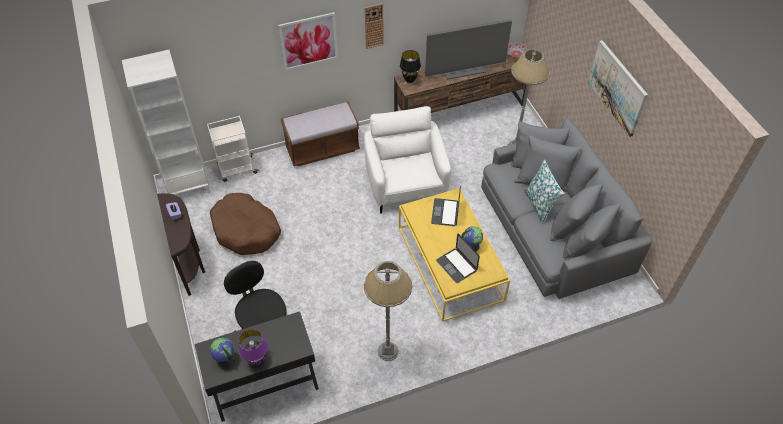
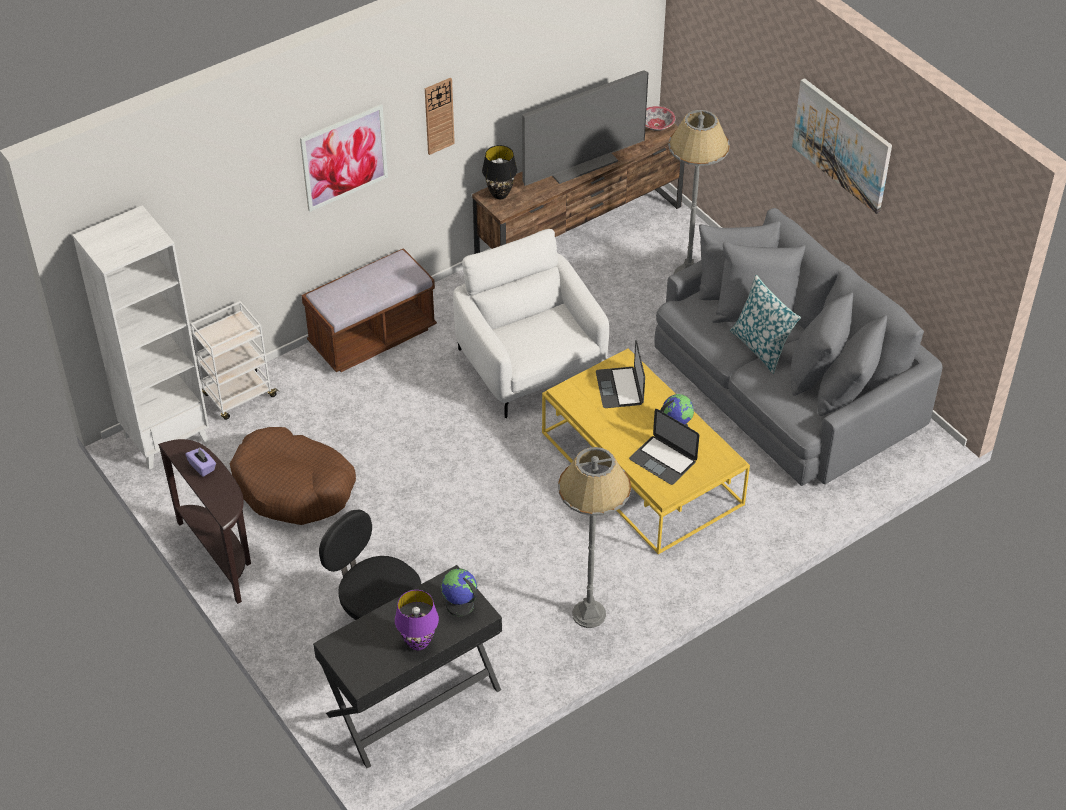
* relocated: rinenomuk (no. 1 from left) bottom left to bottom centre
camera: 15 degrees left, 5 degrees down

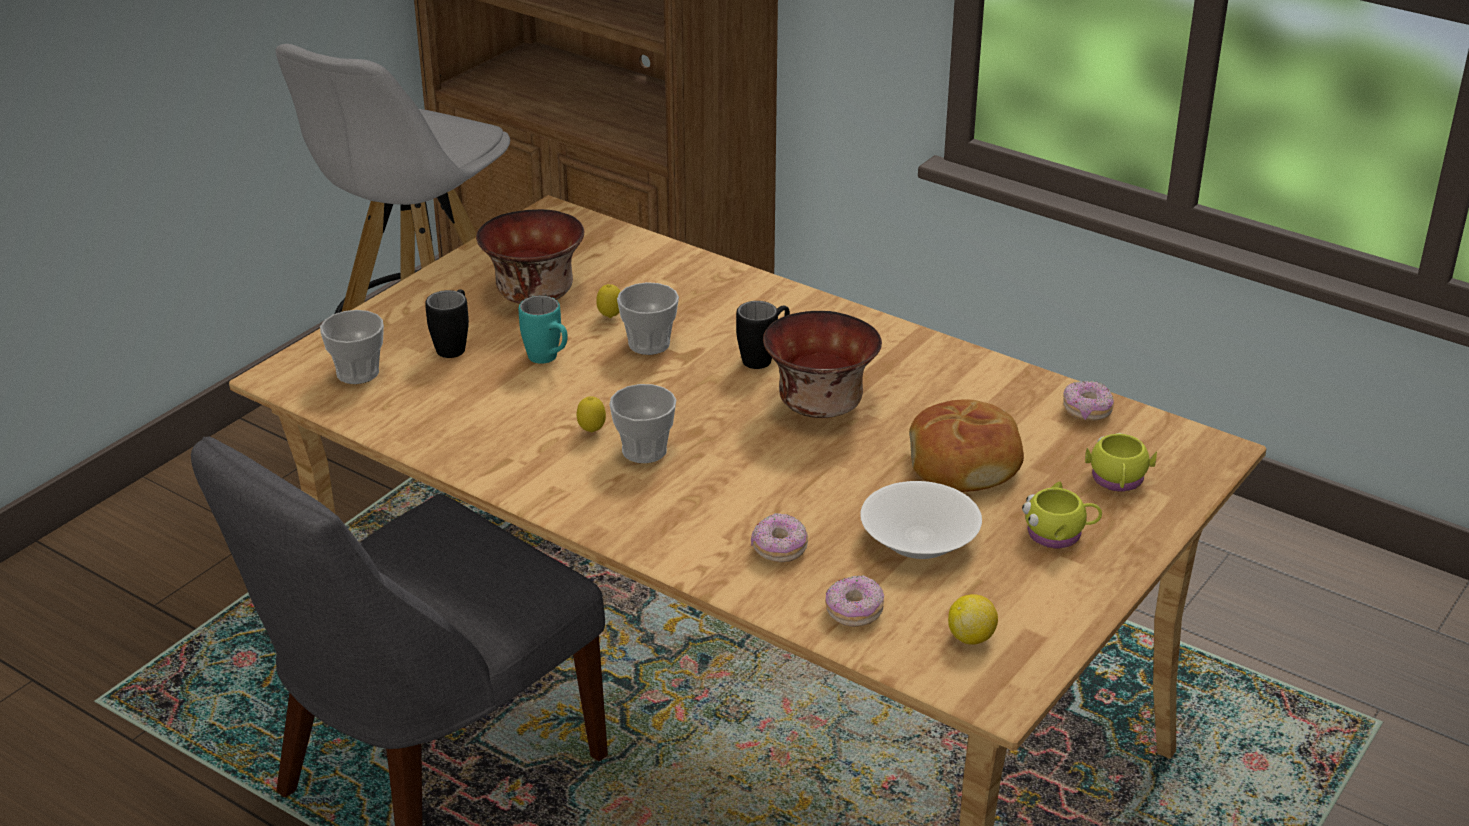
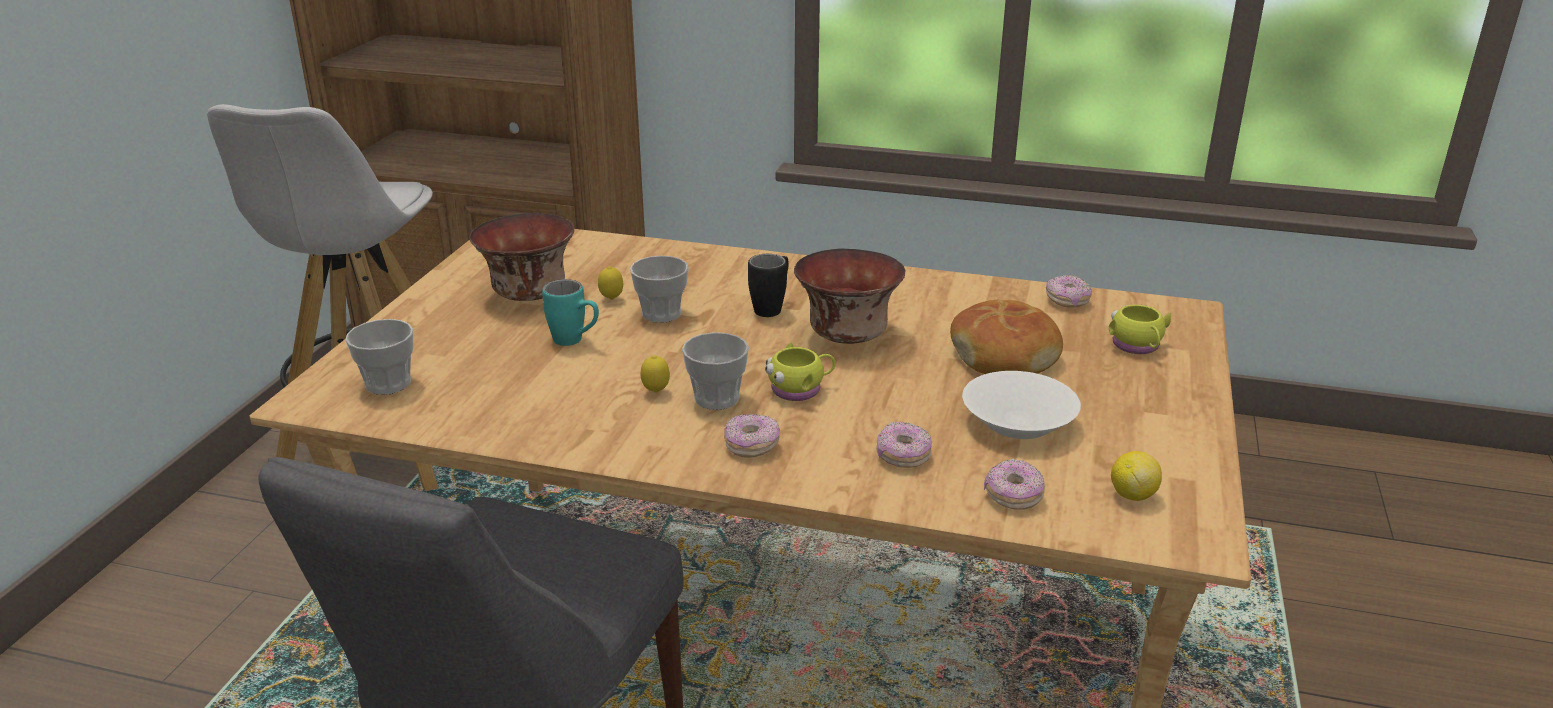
* missing: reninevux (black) (no. 1 from left) middle left
* relocated: reninevux (yellow) (no. 1 from left) middle right to centre
* appeared: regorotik (no. 1 from left) centre
camera: 20 degrees left, 5 degrees down

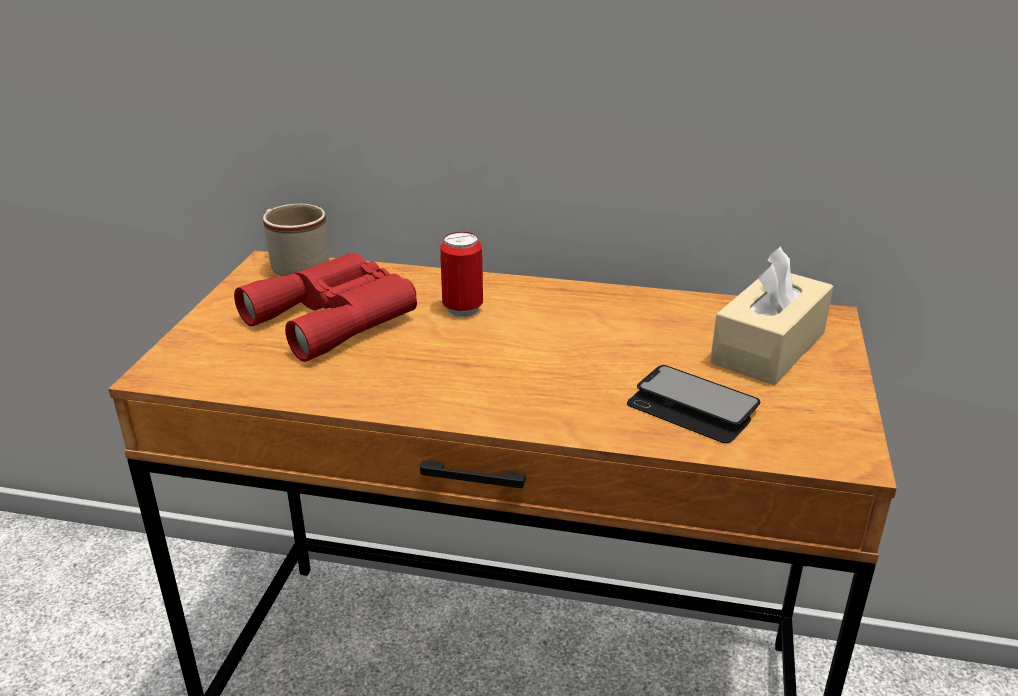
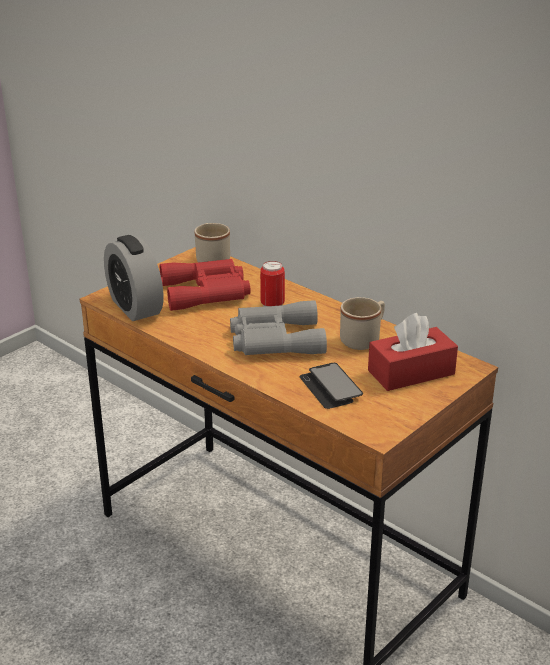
* colour: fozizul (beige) middle right to fozizul (red) middle right
* appeared: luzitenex middle left
* appeared: reninevux (beige) (no. 2 from left) centre
* appeared: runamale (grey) centre
camera: 30 degrees right, 0 degrees up

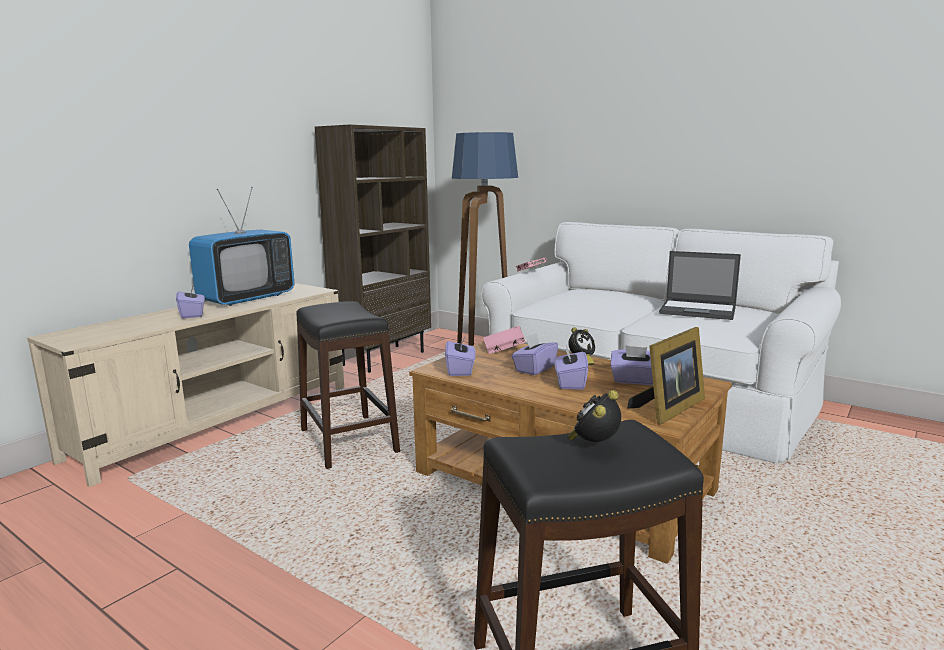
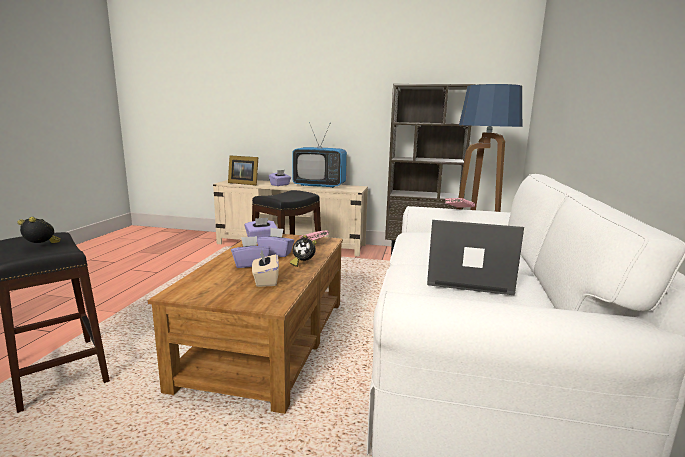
* spun: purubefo middle right = middle right 105 degrees clockwise
* relocated: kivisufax middle right to centre
* colour: fozizul (purple) (no. 5 from left) middle right to fozizul (beige) centre
camera: 65 degrees right, 0 degrees up

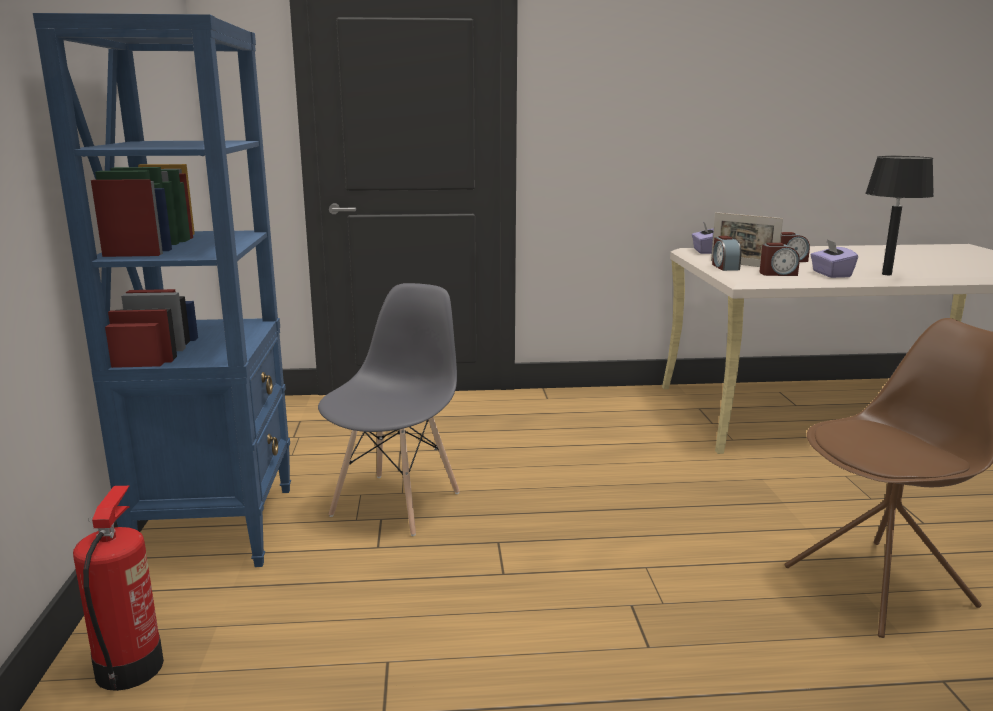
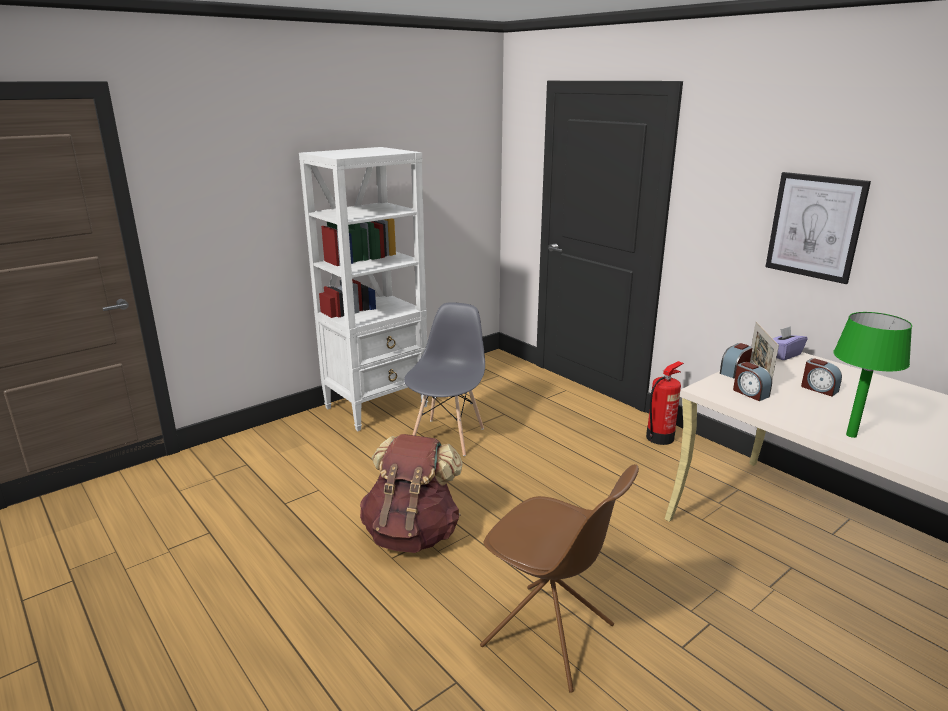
* colour: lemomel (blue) middle left to lemomel (white) centre
* colour: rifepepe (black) top right to rifepepe (green) middle right
* missing: fozizul (purple) (no. 2 from left) middle right
* spun: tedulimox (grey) centre = centre 60 degrees counterclockwise
* relocated: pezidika bottom left to middle right
* appeared: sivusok top right
* appeared: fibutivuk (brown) bottom centre
camera: 55 degrees right, 5 degrees up

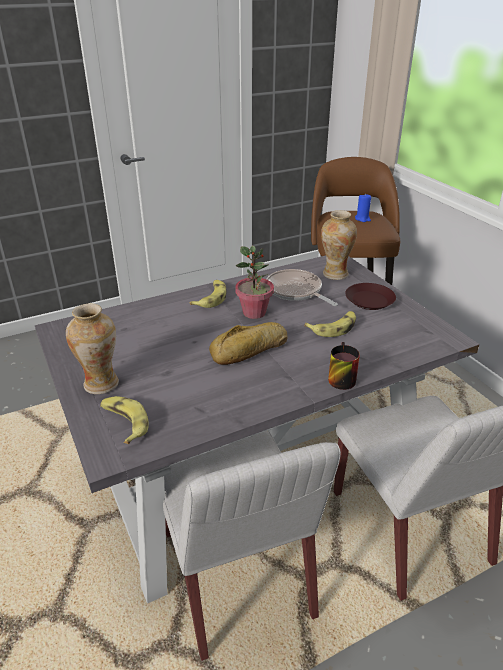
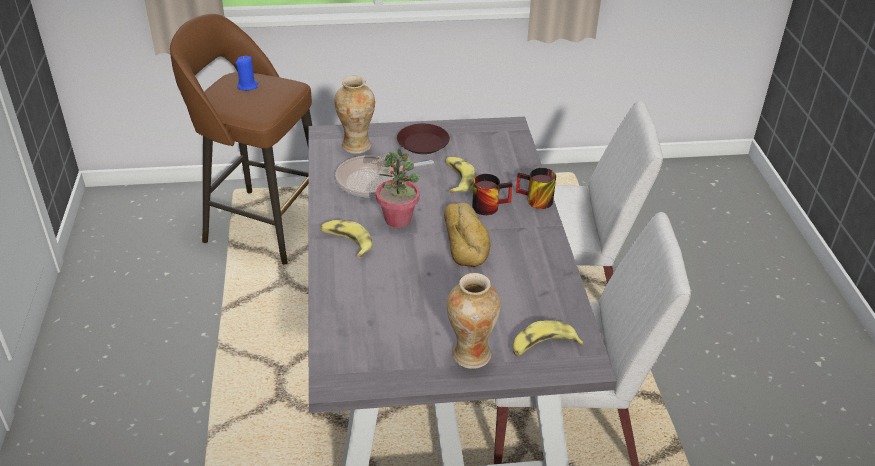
* appeared: reninevux (no. 1 from left) centre
camera: 70 degrees left, 5 degrees up

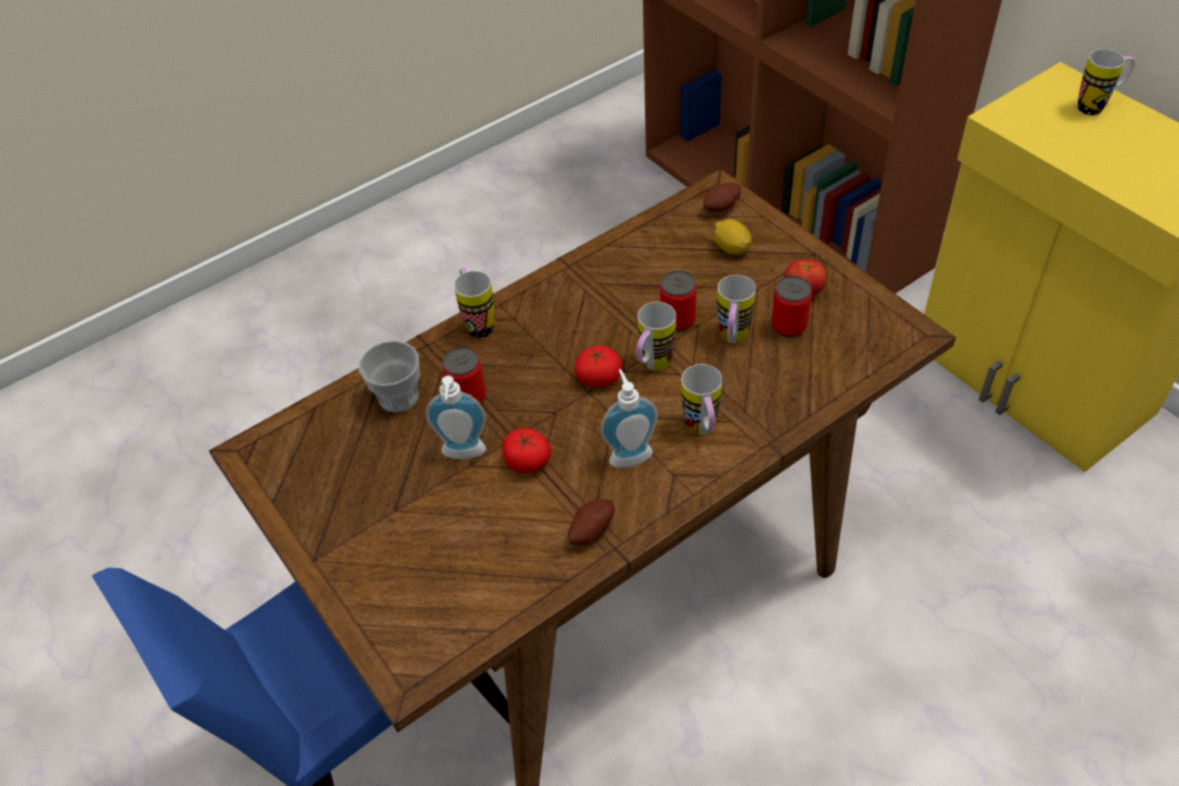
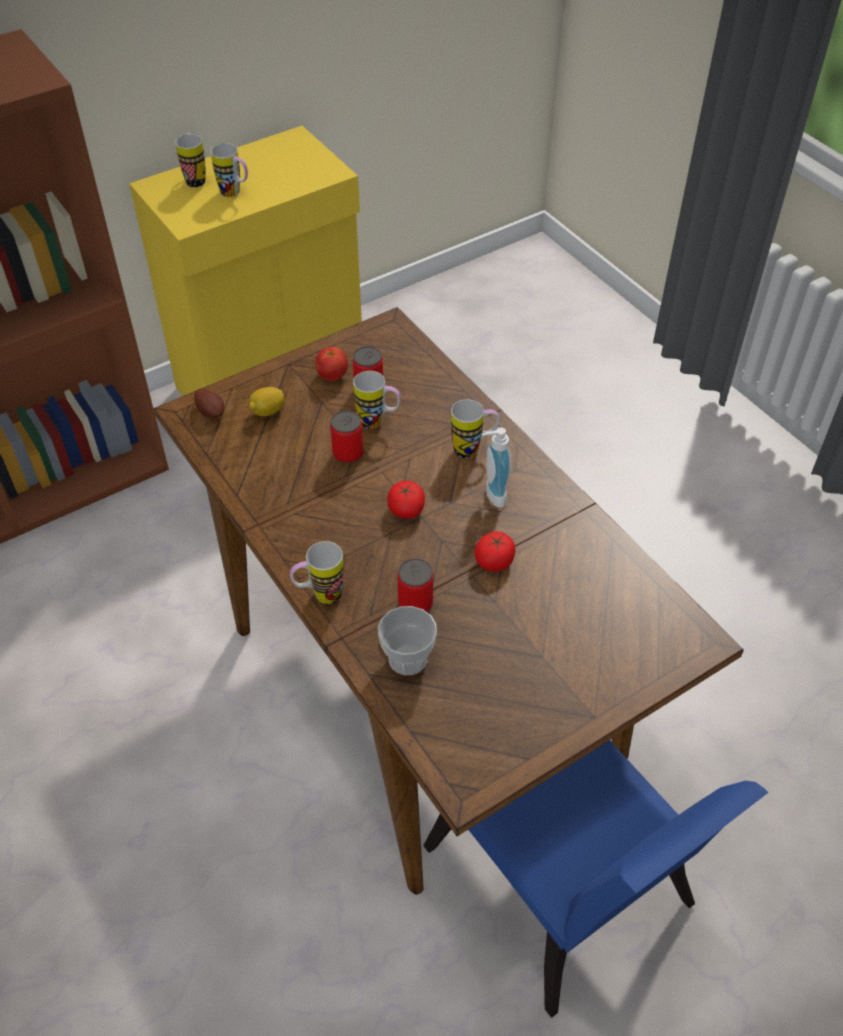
* relocated: reninevux (no. 2 from left) centre to top left
* missing: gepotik (no. 1 from left) centre
* missing: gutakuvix (no. 1 from left) centre
camera: 90 degrees left, 0 degrees up

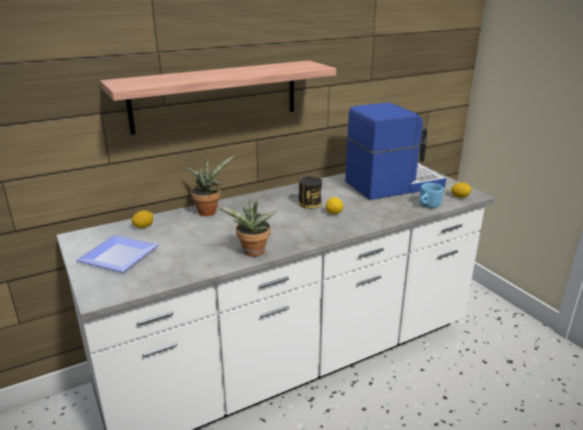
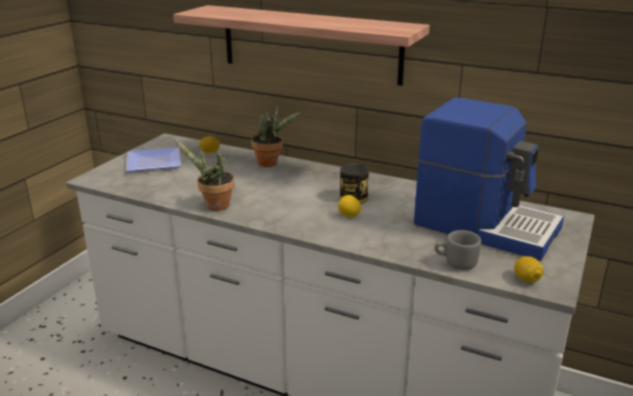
* colour: reninevux (blue) middle right to reninevux (grey) middle right
camera: 55 degrees right, 0 degrees up

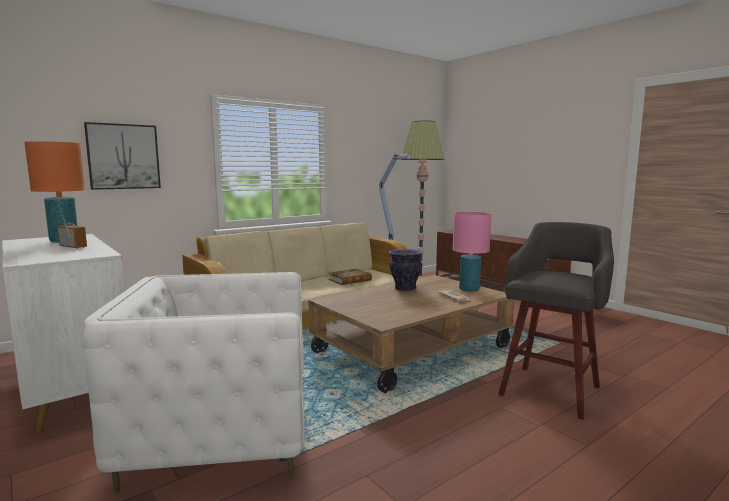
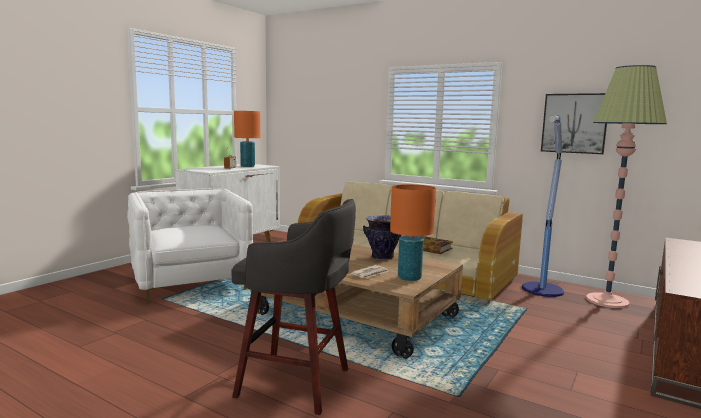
* relocated: sivusok top left to top right
* colour: rifepepe (pink) centre to rifepepe (orange) (no. 2 from left) centre
camera: 70 degrees right, 0 degrees up

